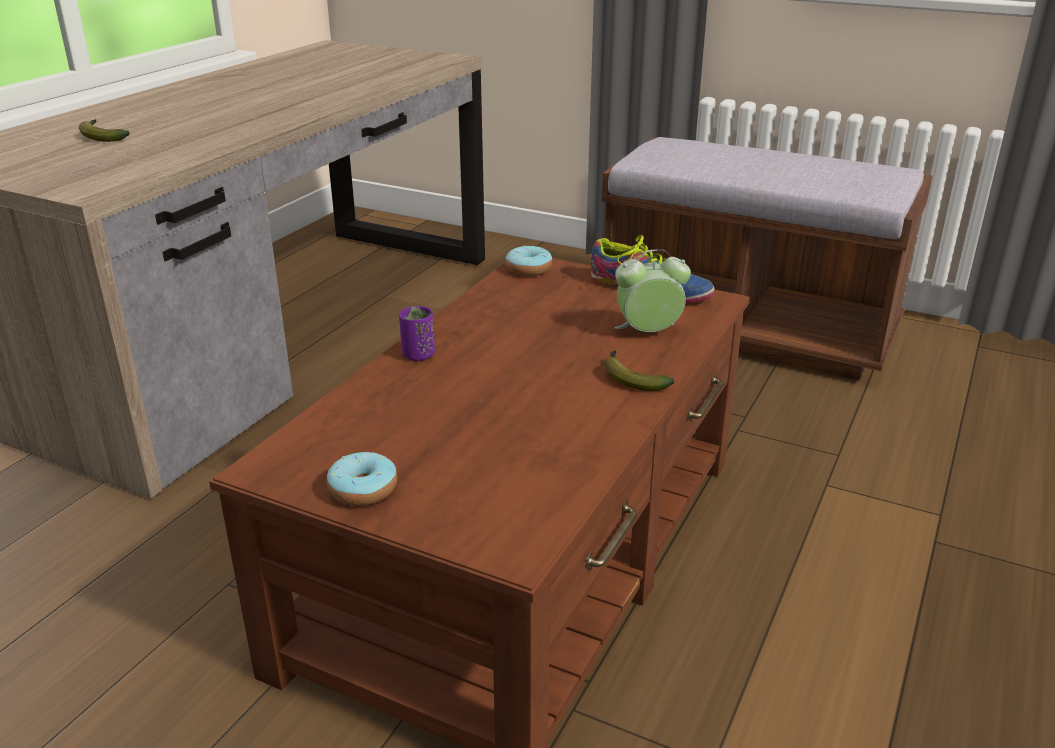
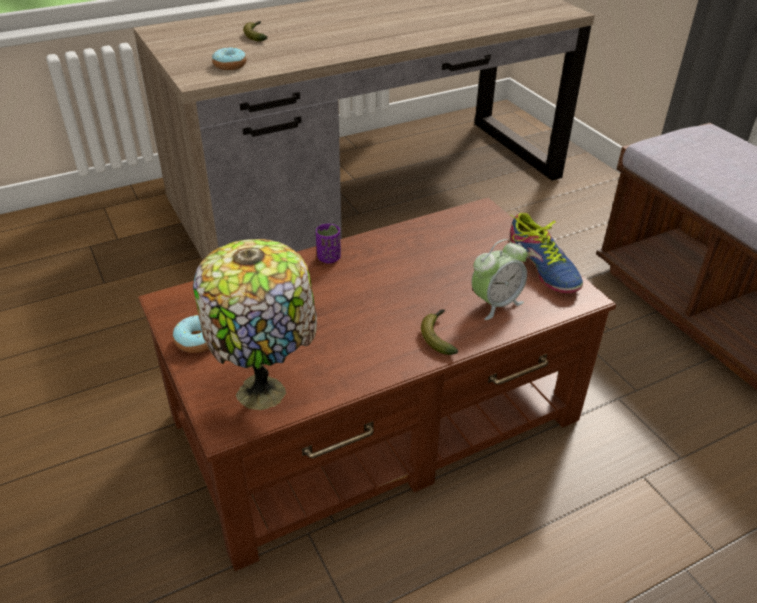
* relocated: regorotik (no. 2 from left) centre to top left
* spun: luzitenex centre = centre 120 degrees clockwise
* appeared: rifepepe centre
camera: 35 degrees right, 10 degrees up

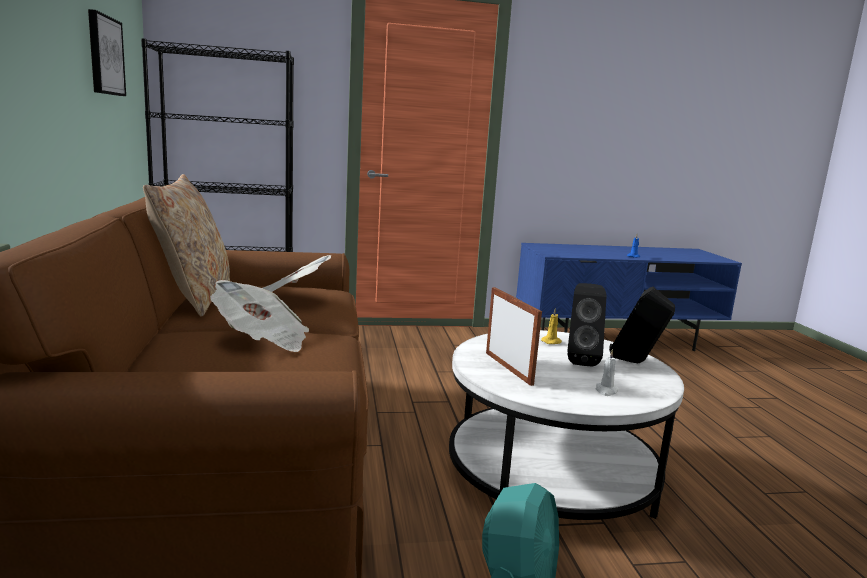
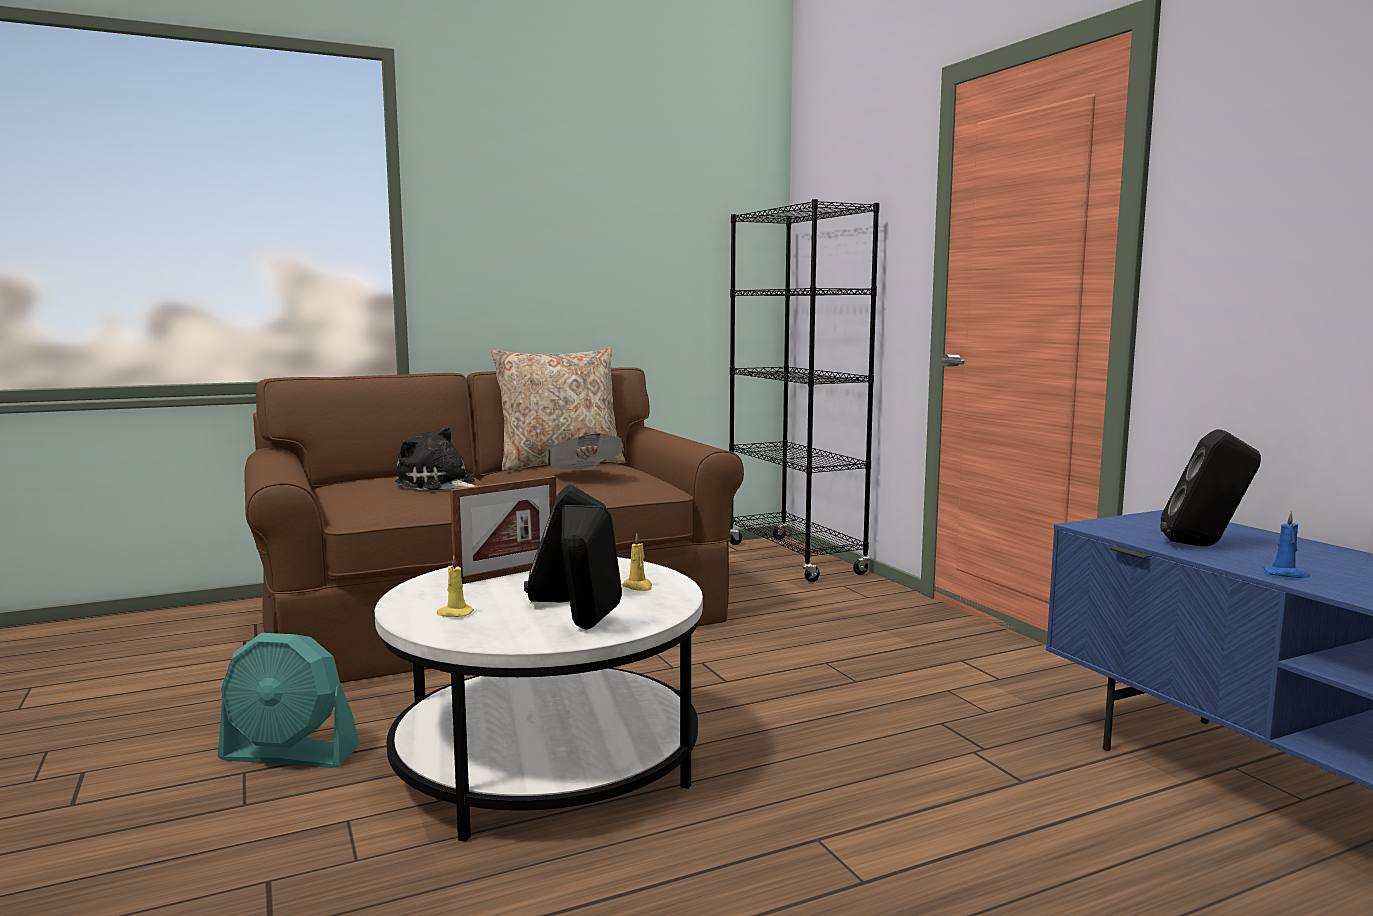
* missing: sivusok top left
* exchanged: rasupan (no. 1 from left) middle left to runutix middle left
* colour: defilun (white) middle right to defilun (yellow) (no. 1 from left) middle left
* appeared: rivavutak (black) (no. 3 from left) middle right
camera: 75 degrees right, 5 degrees down

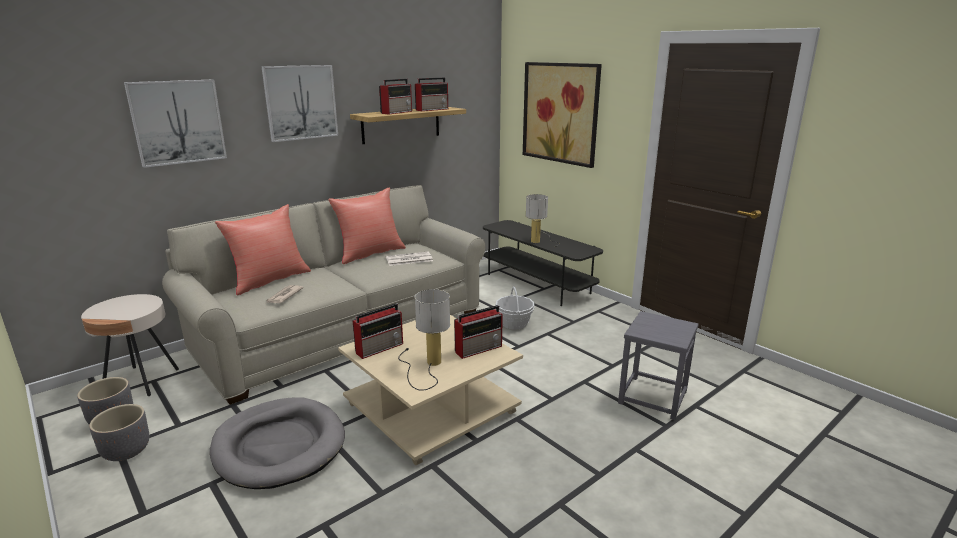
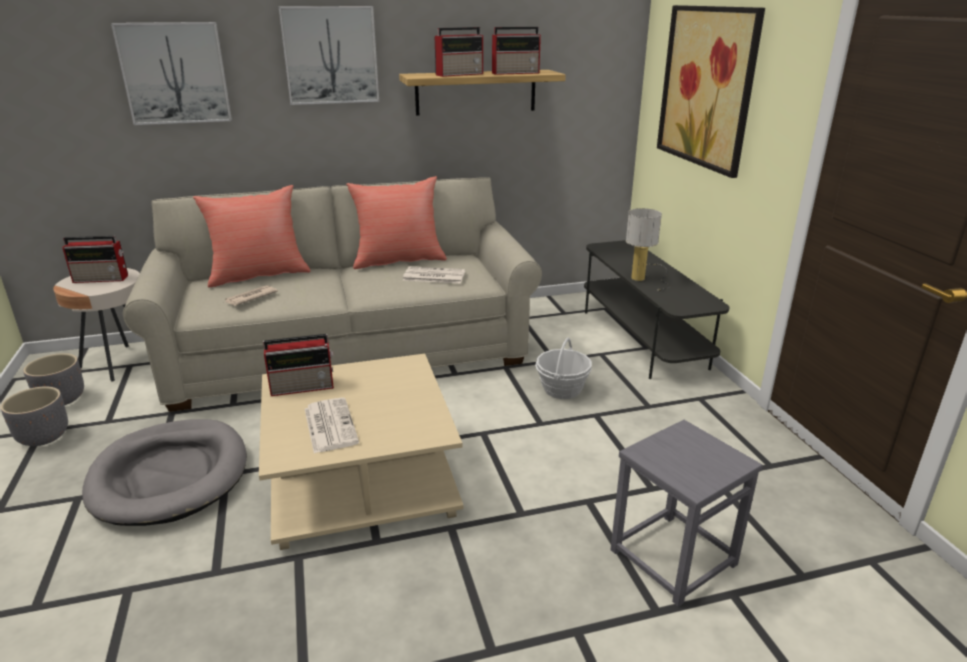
* exchanged: rifepepe (no. 1 from left) centre to rasupan (no. 2 from left) centre
* relocated: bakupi (no. 4 from left in the first image) centre to bakupi (no. 1 from left) middle left
camera: 25 degrees right, 5 degrees up

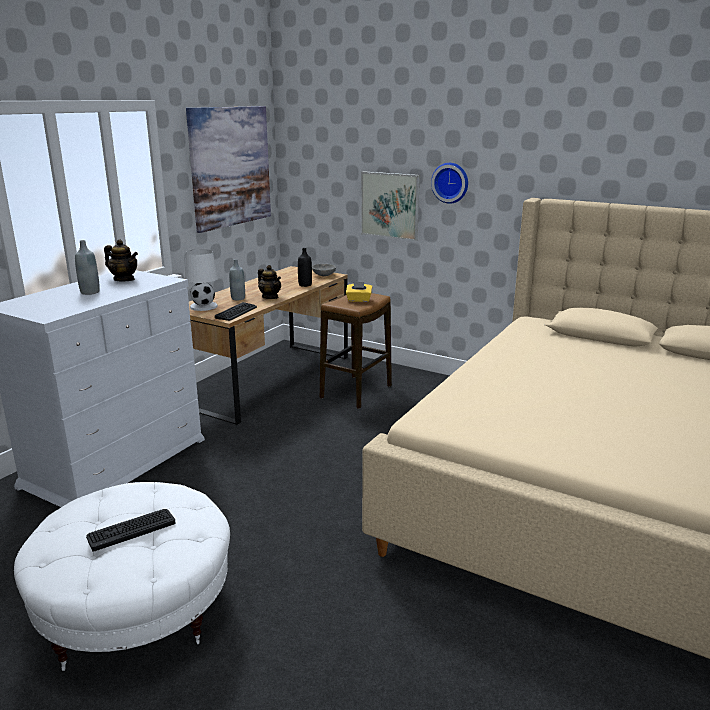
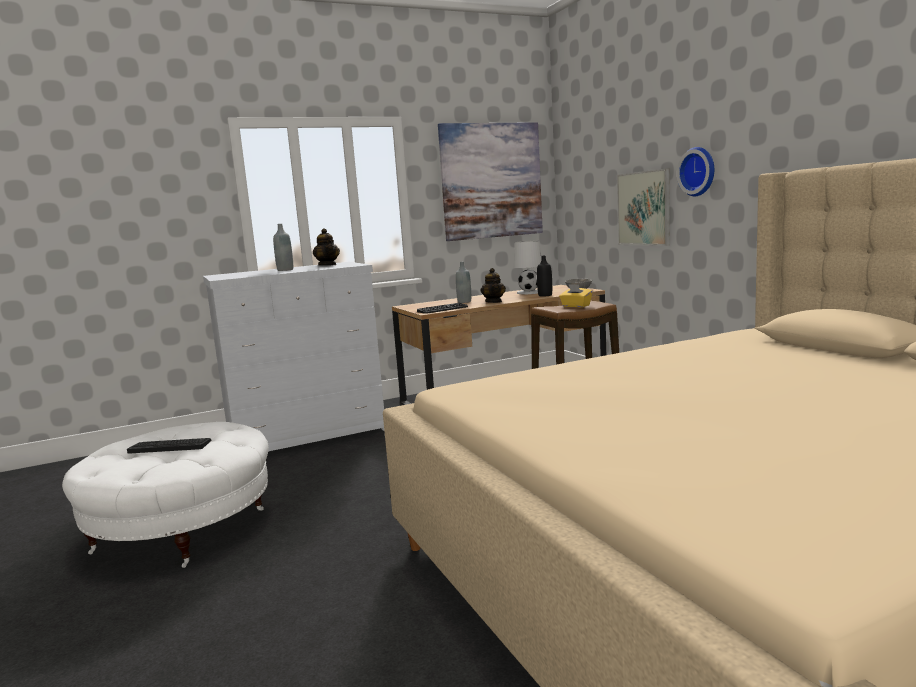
* relocated: rifepepe (white) middle left to centre
camera: 35 degrees right, 10 degrees down

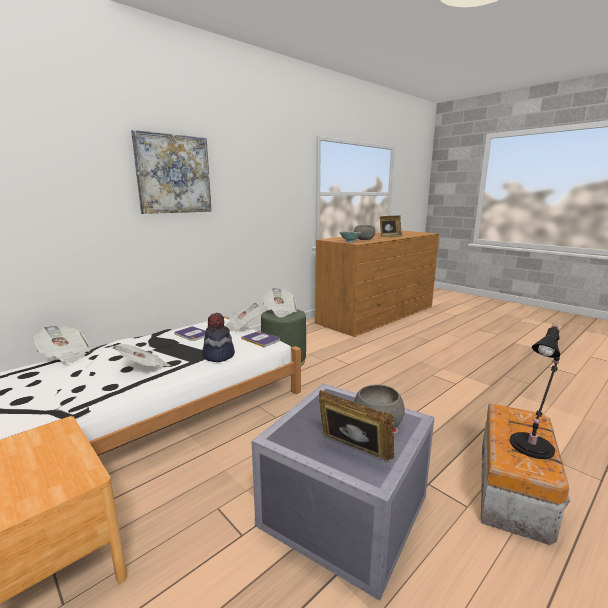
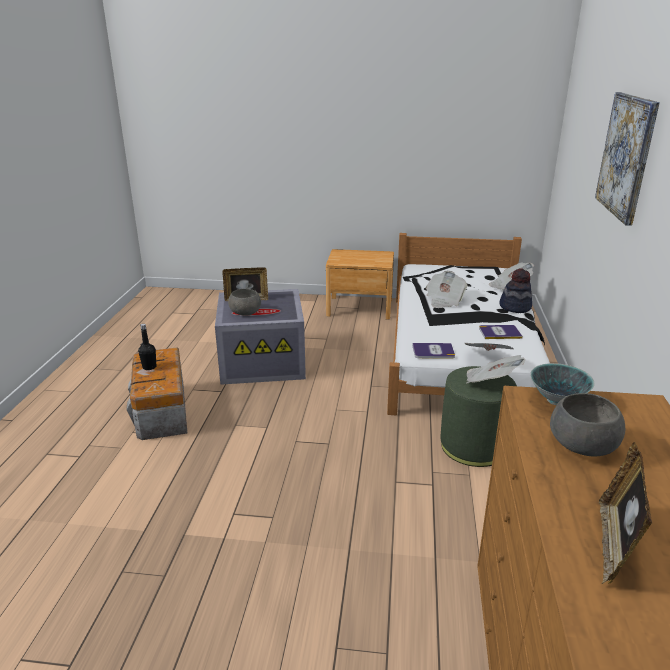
* relocated: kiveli centre to middle right
* exchanged: rifepepe (black) middle right to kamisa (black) middle left
camera: 140 degrees right, 10 degrees up

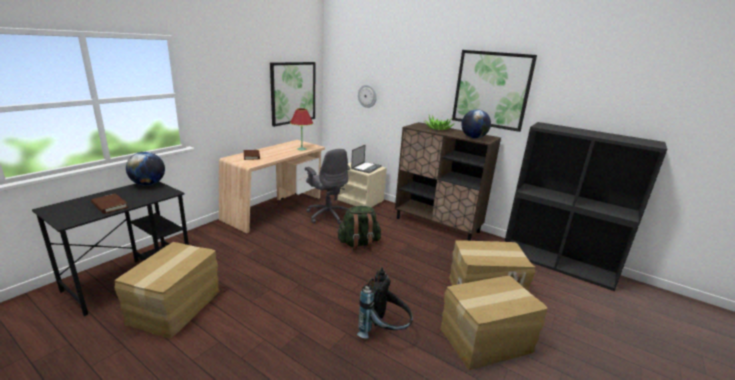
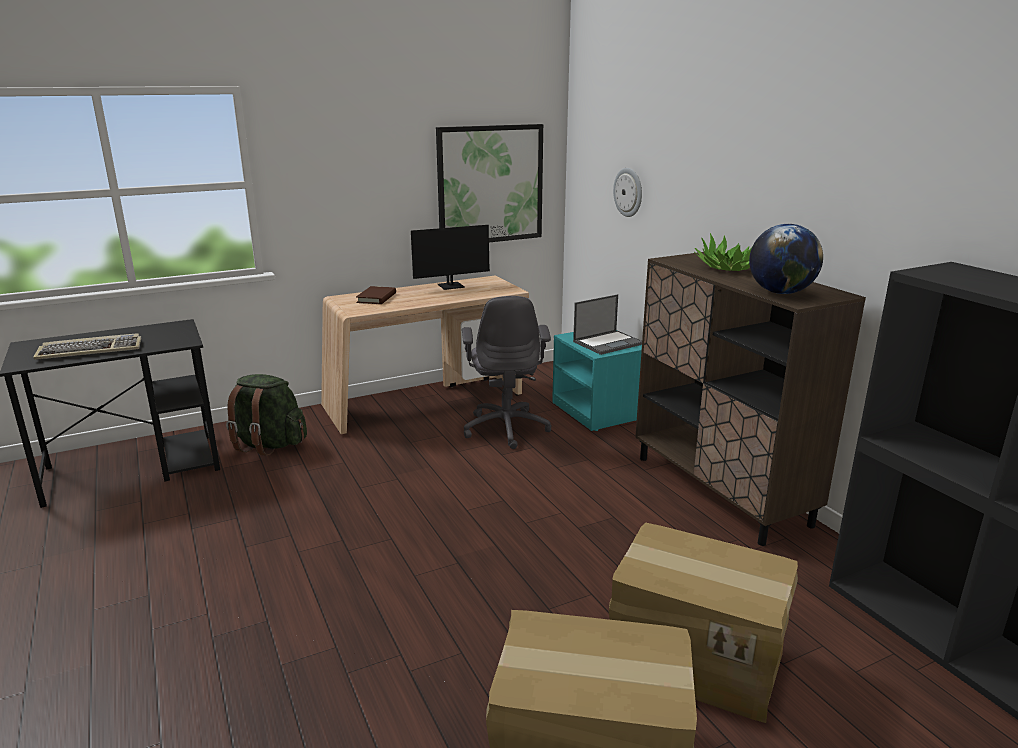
* missing: sivusok (no. 2 from left) top right
* missing: rifepepe (red) centre
* missing: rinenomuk (no. 1 from left) middle left
* colour: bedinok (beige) centre to bedinok (turquoise) centre
* exchanged: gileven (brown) (no. 1 from left) middle left to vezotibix middle left
* relocated: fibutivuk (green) centre to middle left
* missing: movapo (no. 1 from left) bottom left
* missing: fibutivuk (black) bottom centre
* appeared: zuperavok centre
camera: 30 degrees right, 0 degrees up

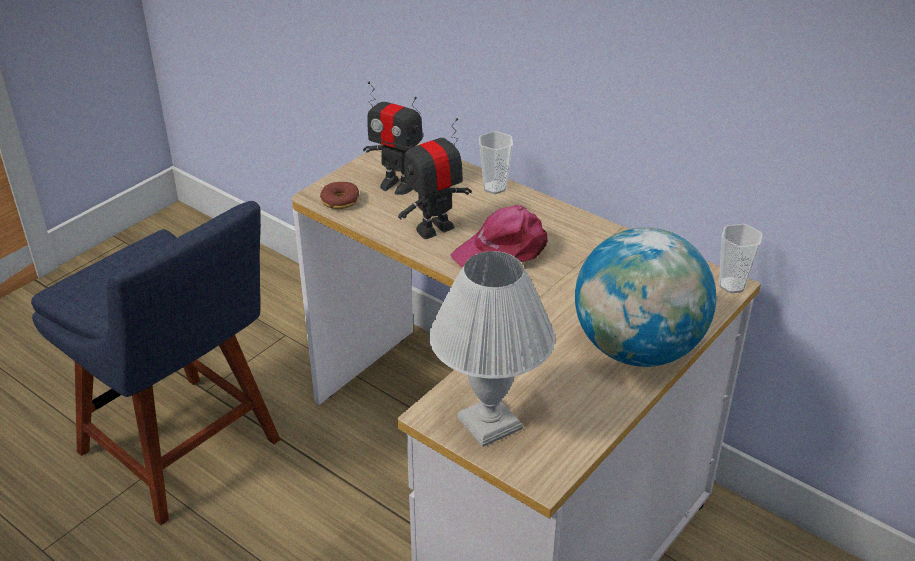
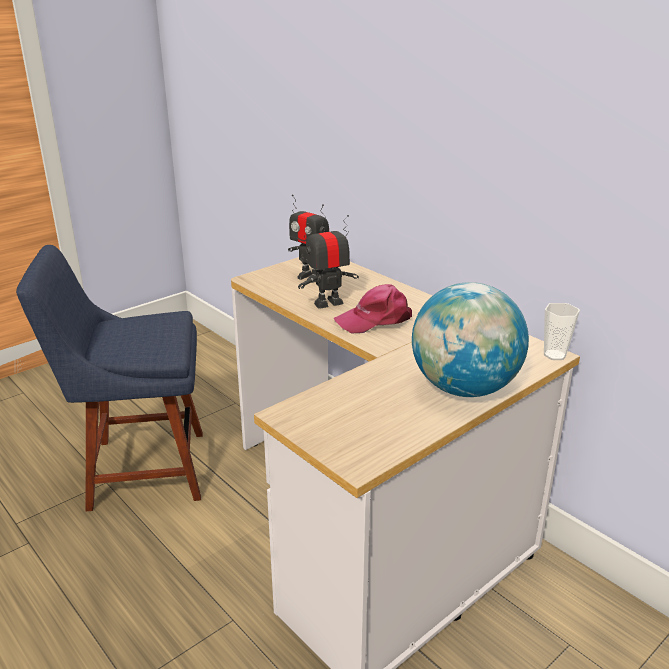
* missing: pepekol (no. 1 from left) top centre
* missing: regorotik centre
* spun: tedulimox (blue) middle left = middle left 120 degrees clockwise
* missing: rifepepe (white) centre
camera: 10 degrees right, 10 degrees down

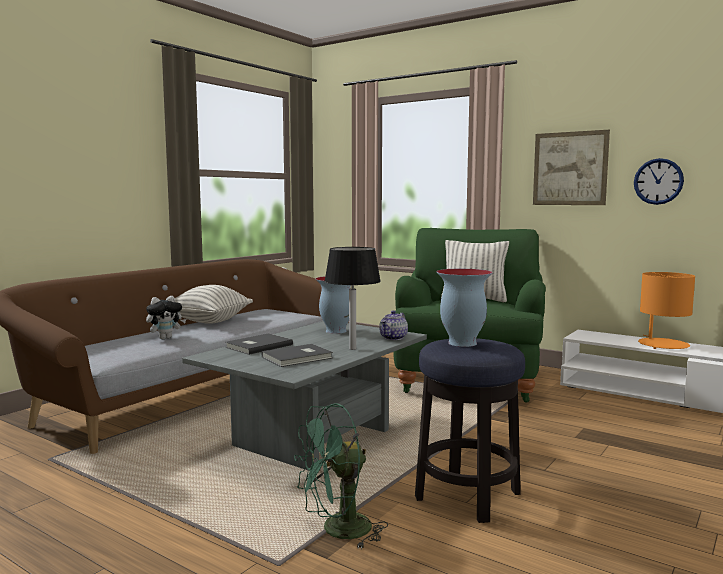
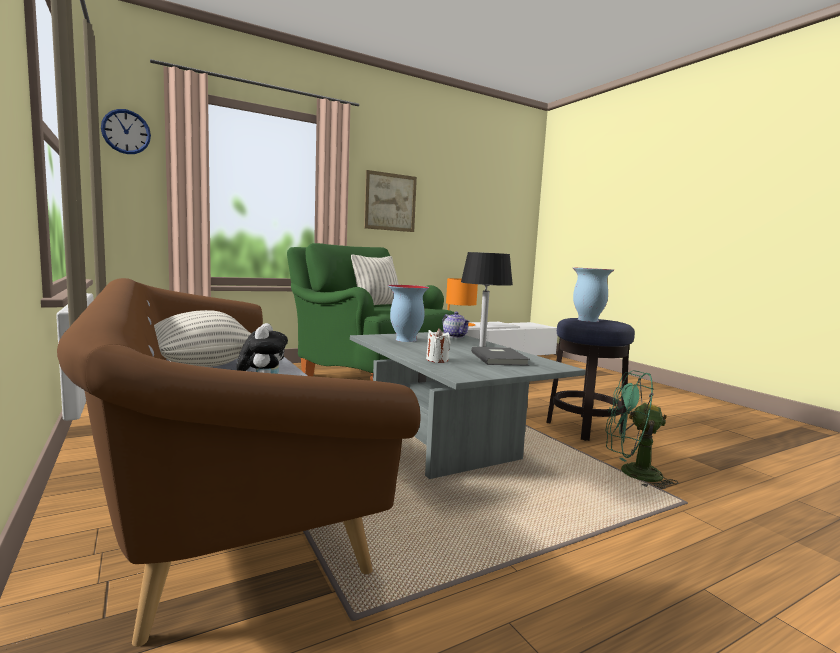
* relocated: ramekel top right to top left
* exchanged: gileven (grey) (no. 1 from left) centre to defilun (white) centre
* spun: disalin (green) bottom centre = middle right 105 degrees clockwise
camera: 65 degrees left, 0 degrees up

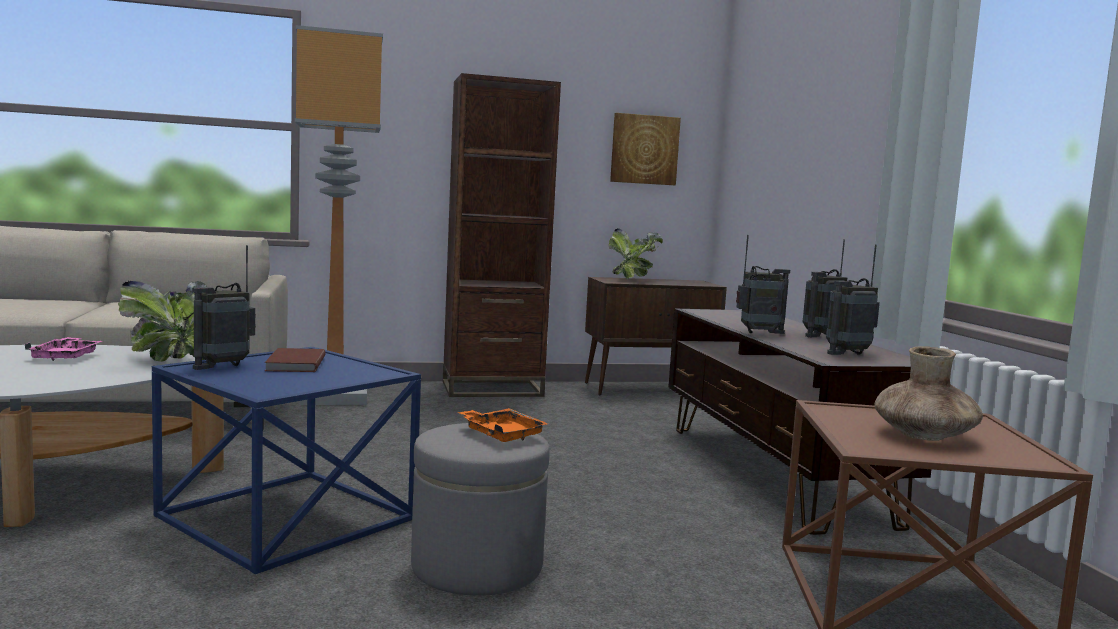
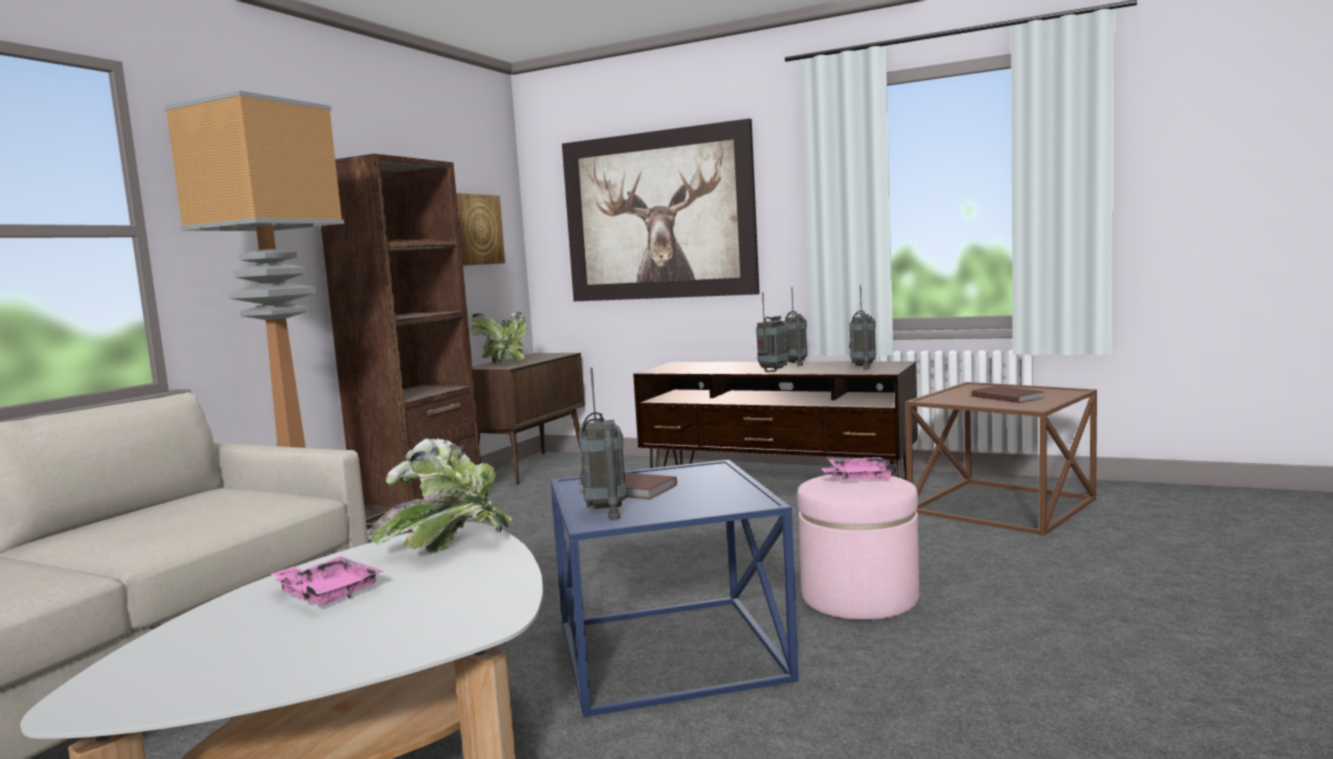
* exchanged: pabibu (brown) middle right to gileven (brown) (no. 2 from left) middle right
* colour: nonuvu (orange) bottom centre to nonuvu (pink) (no. 2 from left) centre
* colour: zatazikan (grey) bottom centre to zatazikan (pink) bottom centre
* appeared: sivusok (no. 2 from left) top centre
camera: 50 degrees left, 0 degrees up

